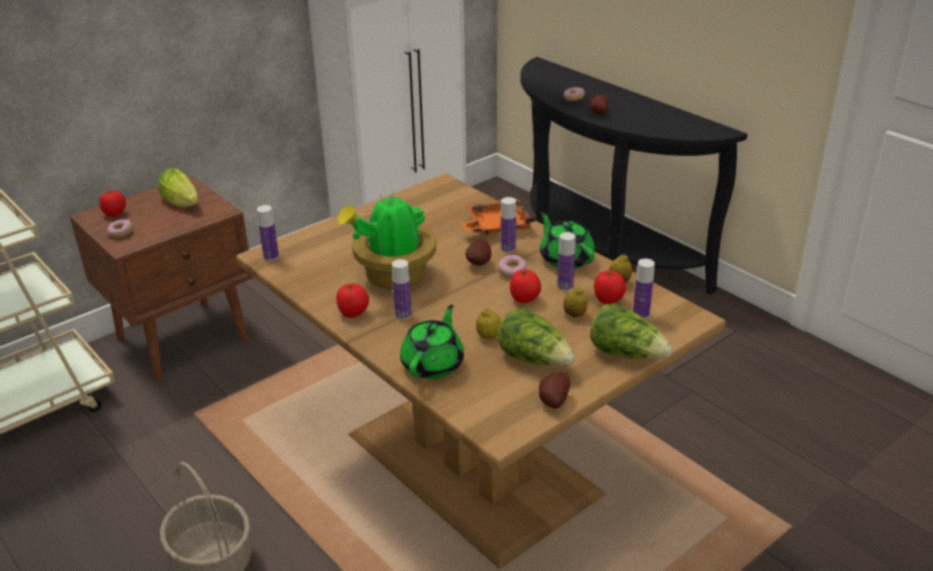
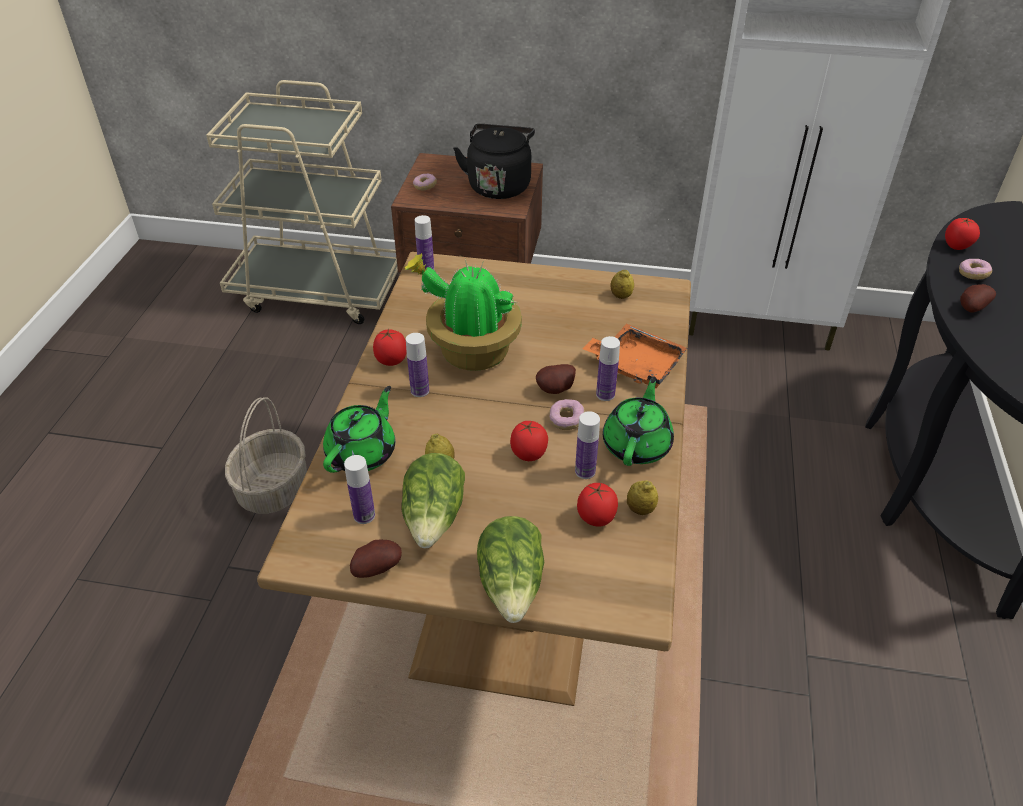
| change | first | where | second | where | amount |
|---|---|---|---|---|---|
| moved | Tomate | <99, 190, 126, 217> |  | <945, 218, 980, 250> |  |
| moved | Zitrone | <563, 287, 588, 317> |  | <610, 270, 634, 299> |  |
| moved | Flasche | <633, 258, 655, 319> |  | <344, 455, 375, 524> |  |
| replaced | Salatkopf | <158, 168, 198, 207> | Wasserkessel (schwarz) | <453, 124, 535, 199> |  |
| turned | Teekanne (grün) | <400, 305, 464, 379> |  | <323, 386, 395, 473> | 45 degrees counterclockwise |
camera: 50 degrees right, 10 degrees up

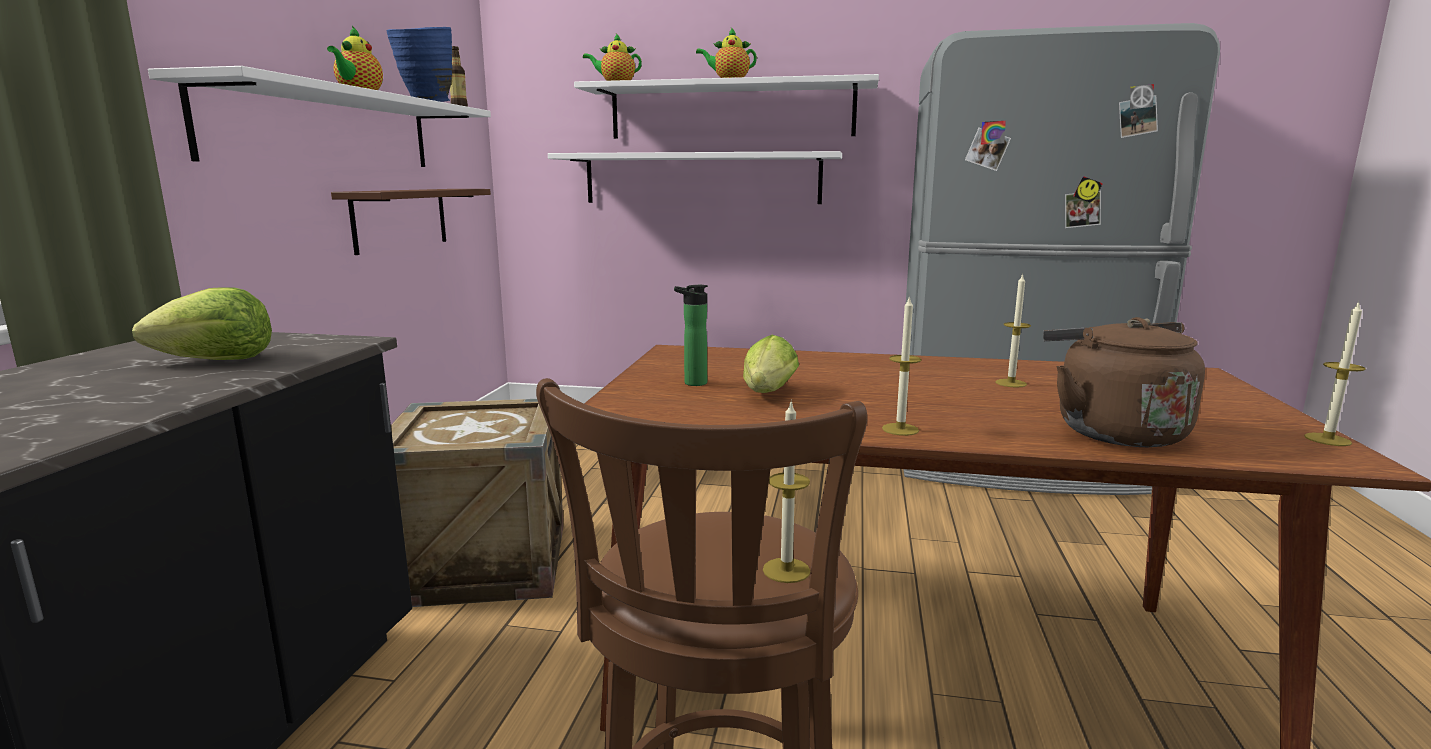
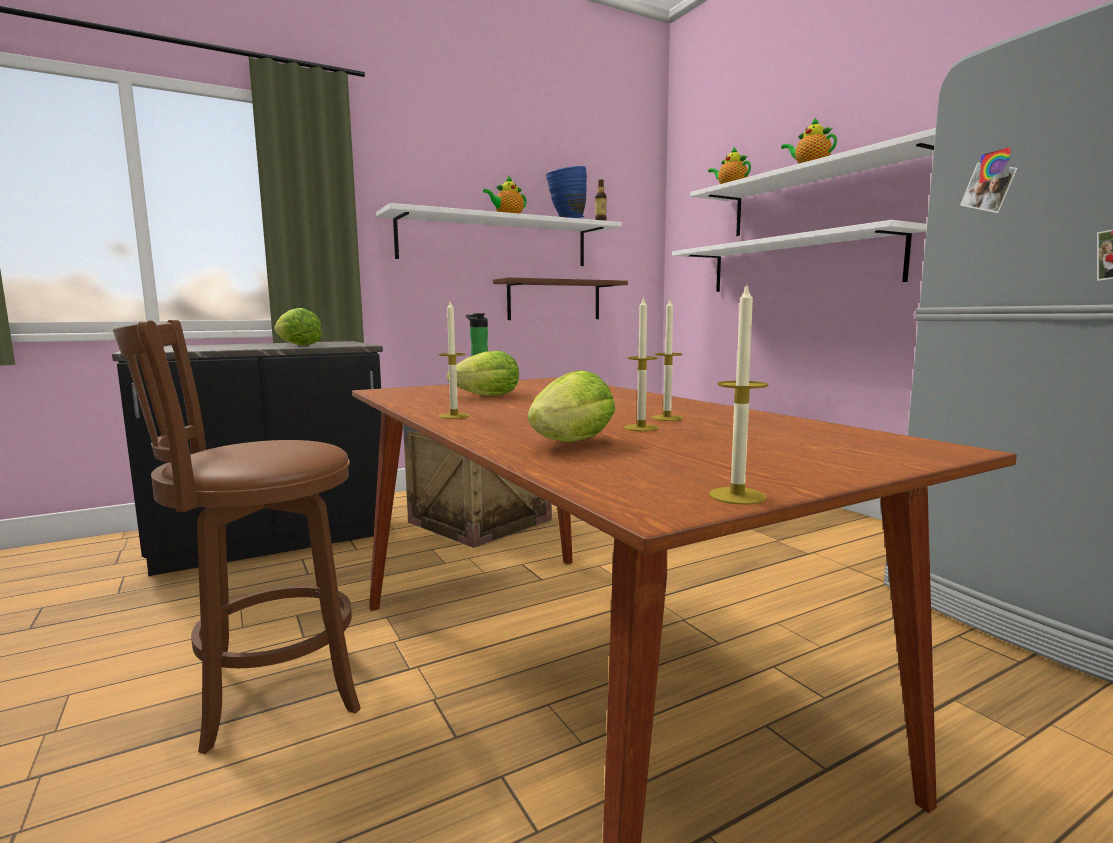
| change | first | where | second | where | amount |
|---|---|---|---|---|---|
| moved | Kerze | <763, 400, 811, 583> |  | <624, 296, 659, 431> |  |
| replaced | Wasserkessel (braun) | <1043, 317, 1205, 447> | Salatkopf | <528, 370, 615, 442> |  |
camera: 50 degrees right, 5 degrees down

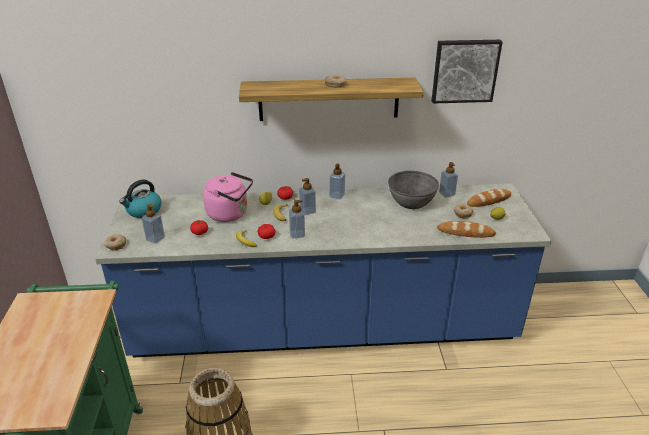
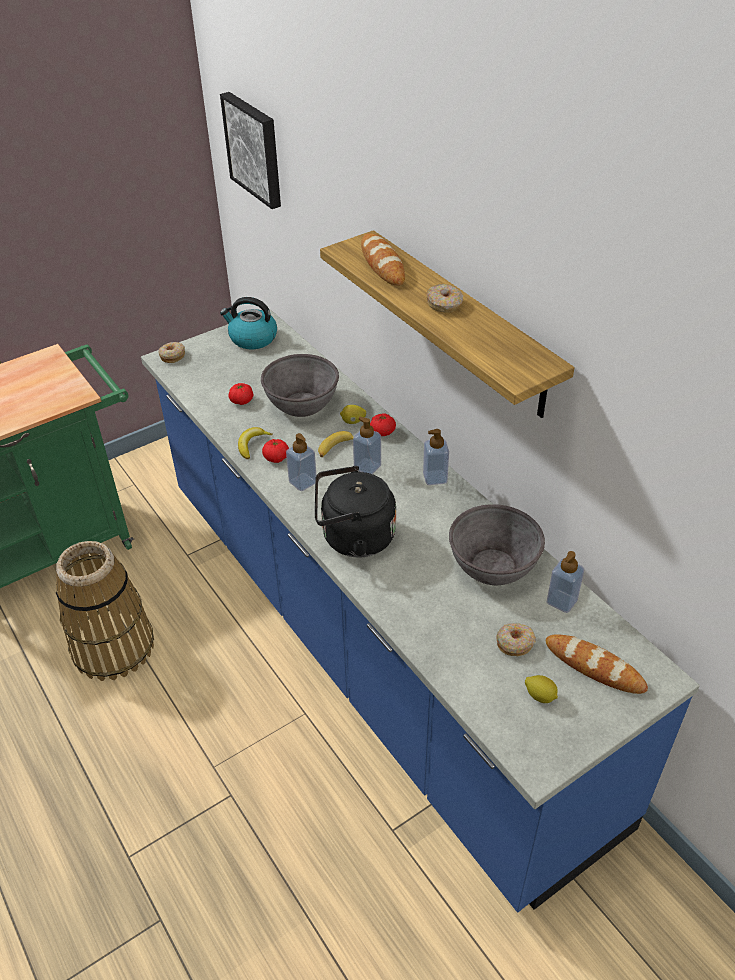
| change | first | where | second | where | amount |
|---|---|---|---|---|---|
| removed | Seifenspender | <142, 204, 165, 244> |  |  |  |
| added |  |  | Wasserkessel (schwarz) | <315, 466, 396, 558> |  |
| moved | Bild | <432, 40, 503, 103> |  | <220, 92, 281, 209> |  |
| moved | Brot | <437, 221, 496, 238> |  | <361, 233, 405, 286> |  |
| replaced | Wasserkessel (rosa) | <203, 172, 253, 222> | Schüssel (grau) | <261, 354, 339, 417> |  |
camera: 60 degrees right, 10 degrees up

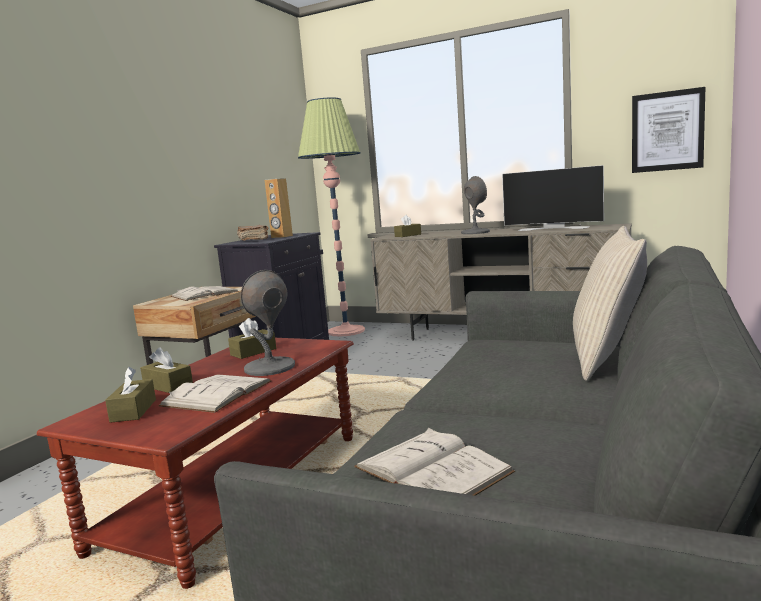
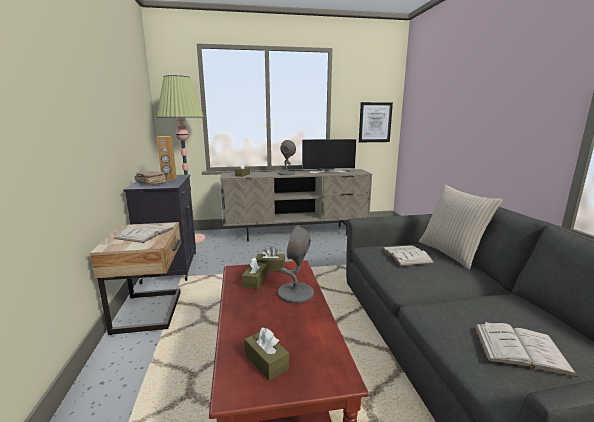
| change | first | where | second | where | amount |
|---|---|---|---|---|---|
| moved | Taschentuchbox (braun) | <140, 347, 193, 393> |  | <256, 246, 285, 271> |  |
| moved | Buch (weiß) | <158, 374, 271, 413> |  | <382, 245, 434, 266> |  |
camera: 35 degrees left, 5 degrees up

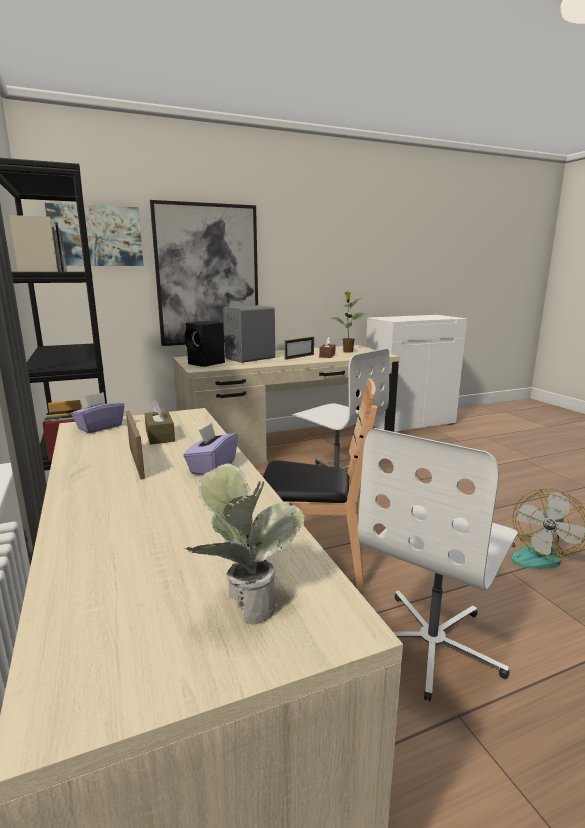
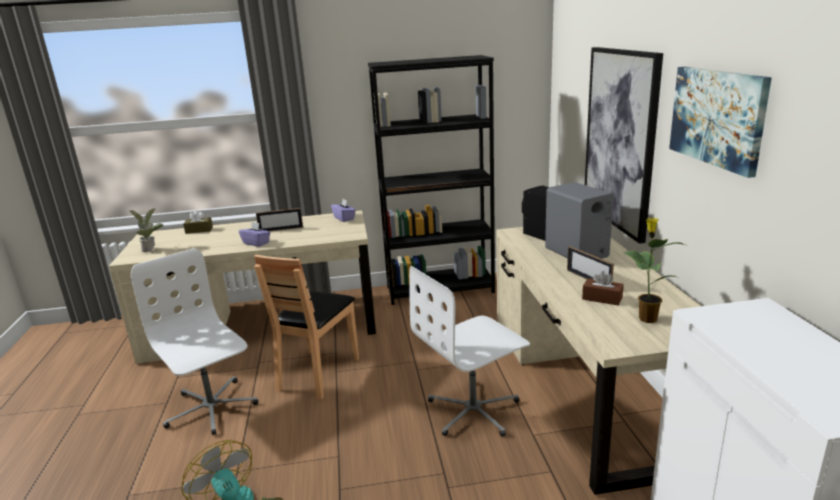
| change | first | where | second | where | amount |
|---|---|---|---|---|---|
| moved | Bild | <45, 203, 144, 266> |  | <669, 67, 772, 178> |  |
| moved | Taschentuchbox (braun) | <144, 400, 175, 445> |  | <183, 210, 213, 234> |  |
camera: 105 degrees right, 5 degrees up

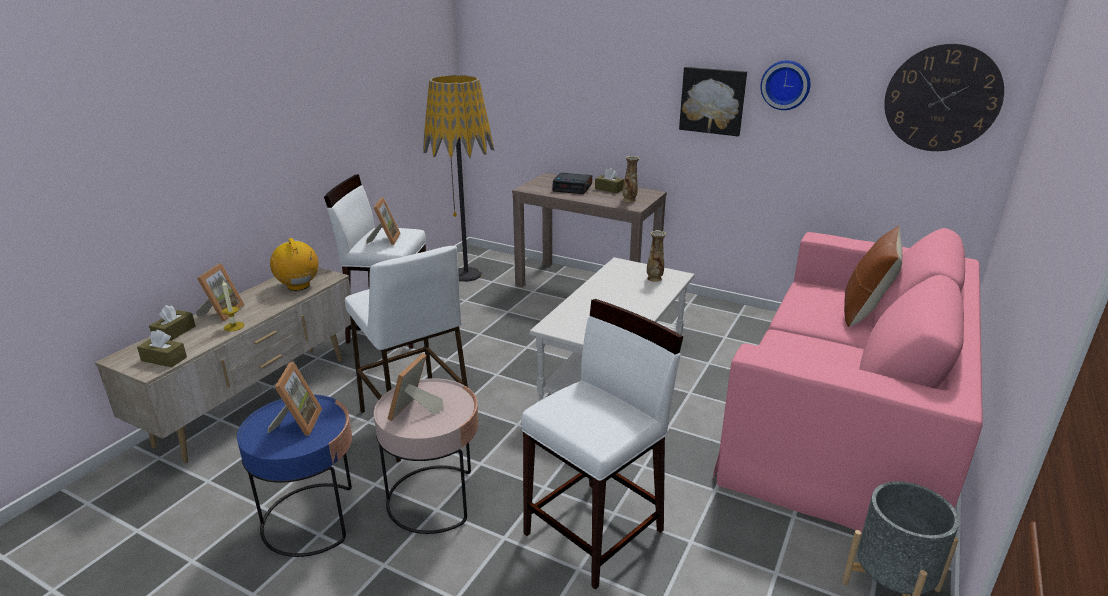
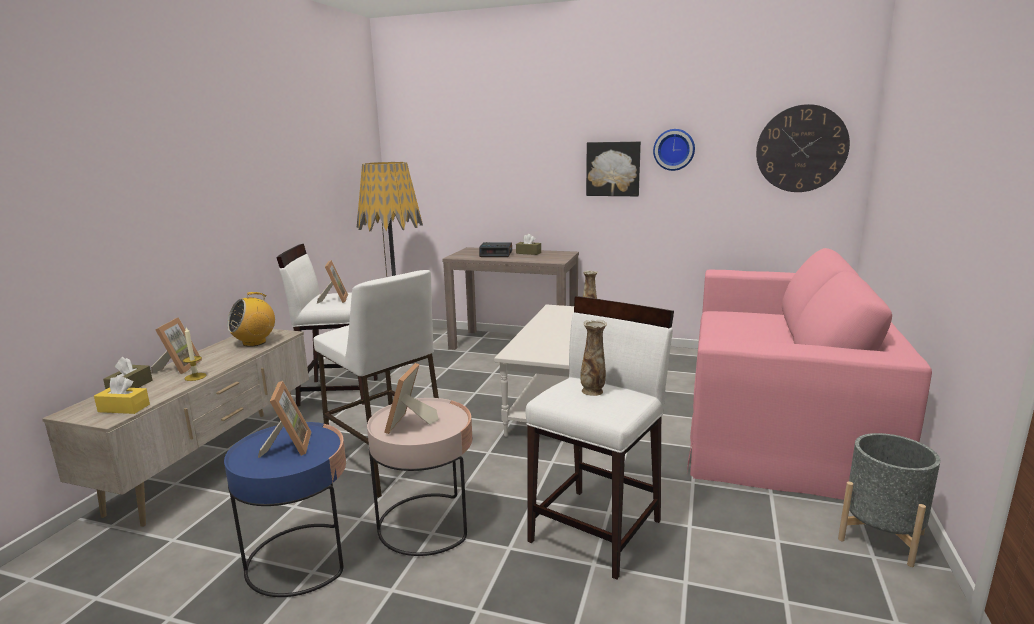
| change | first | where | second | where | amount |
|---|---|---|---|---|---|
| removed | Kissen (braun) | <844, 225, 903, 327> |  |  |  |
| moved | Vase | <622, 156, 640, 202> |  | <580, 320, 607, 396> |  |
| recoloured | Taschentuchbox (braun) | <137, 330, 187, 367> | Taschentuchbox (gelb) | <94, 375, 150, 414> |  |
| turned | Radio | <270, 238, 319, 291> |  | <227, 292, 275, 347> | 90 degrees counterclockwise |
camera: 10 degrees left, 10 degrees down

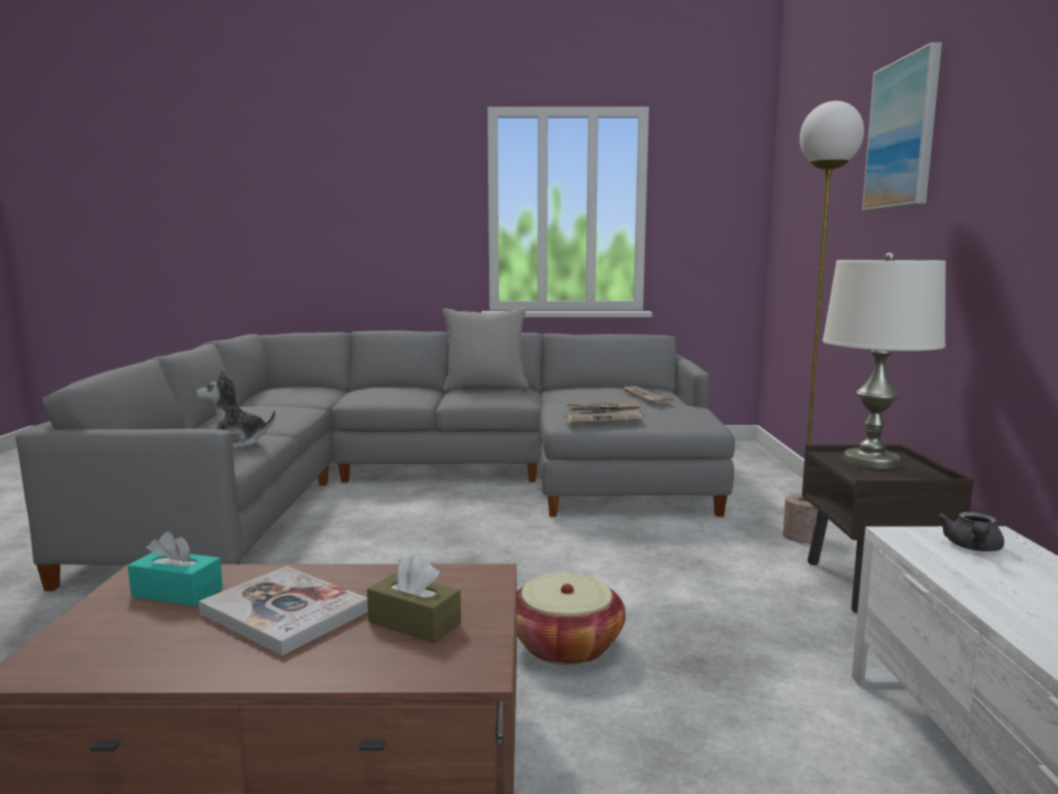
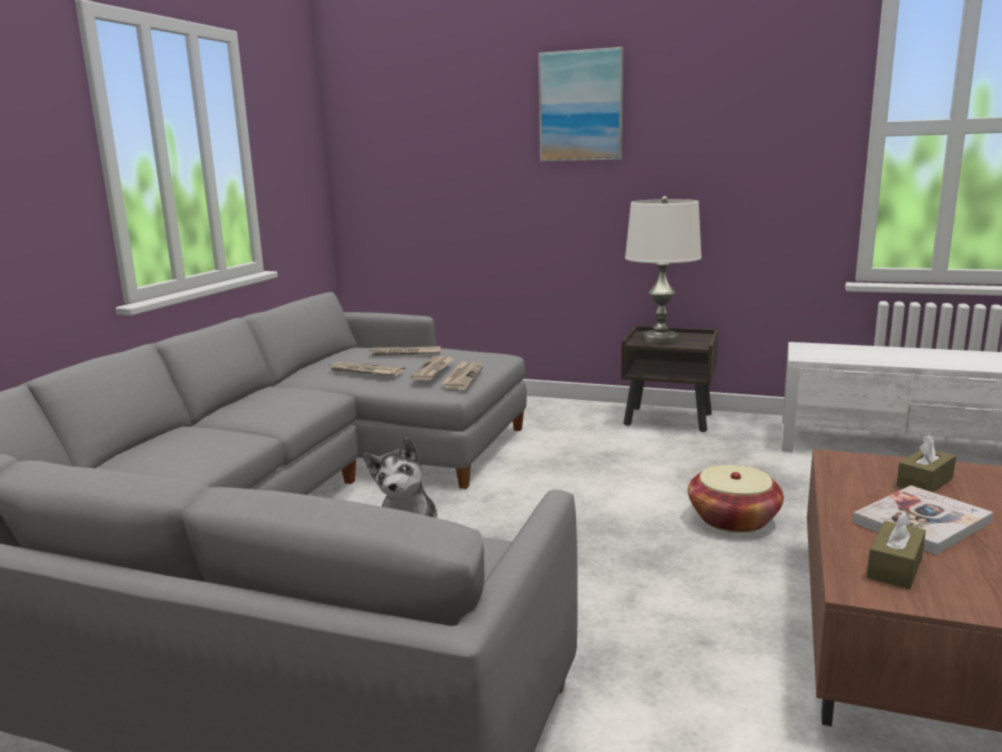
| change | first | where | second | where | amount |
|---|---|---|---|---|---|
| removed | Kissen (grau) | <442, 308, 529, 391> |  |  |  |
| removed | Stehlampe | <783, 101, 864, 543> |  |  |  |
| removed | Teekanne (grau) | <937, 512, 1004, 552> |  |  |  |
| added |  |  | Zeitung | <327, 362, 405, 376> |  |
| recoloured | Taschentuchbox (türkis) | <128, 531, 223, 606> | Taschentuchbox (braun) | <867, 511, 926, 589> |  |
camera: 70 degrees left, 5 degrees up

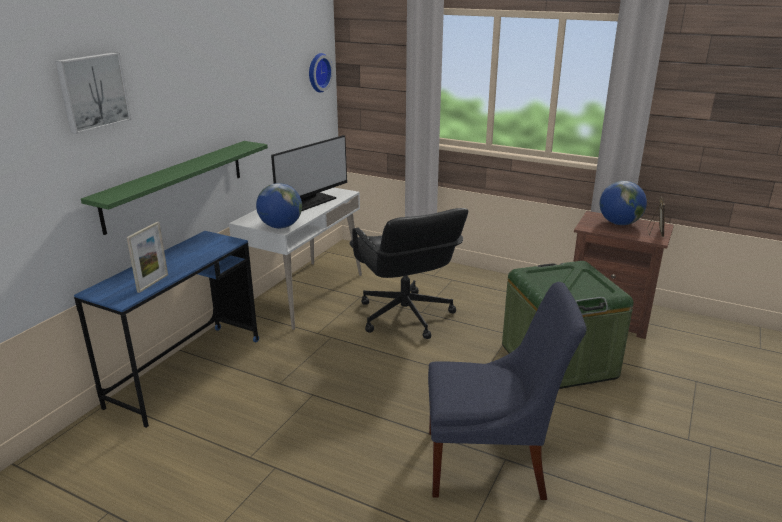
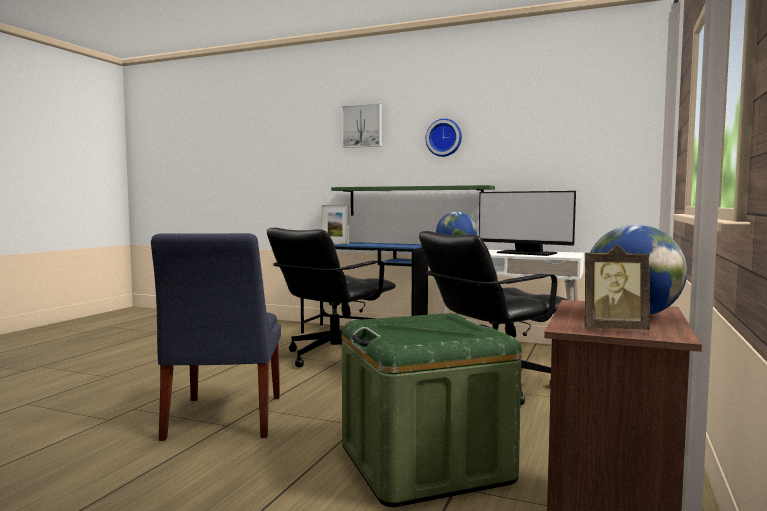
| change | first | where | second | where | amount |
|---|---|---|---|---|---|
| added |  |  | Bürostuhl (schwarz) | <267, 228, 396, 368> |  |
| moved | Wanduhr | <309, 53, 333, 93> |  | <426, 119, 462, 157> |  |
camera: 85 degrees right, 20 degrees down

